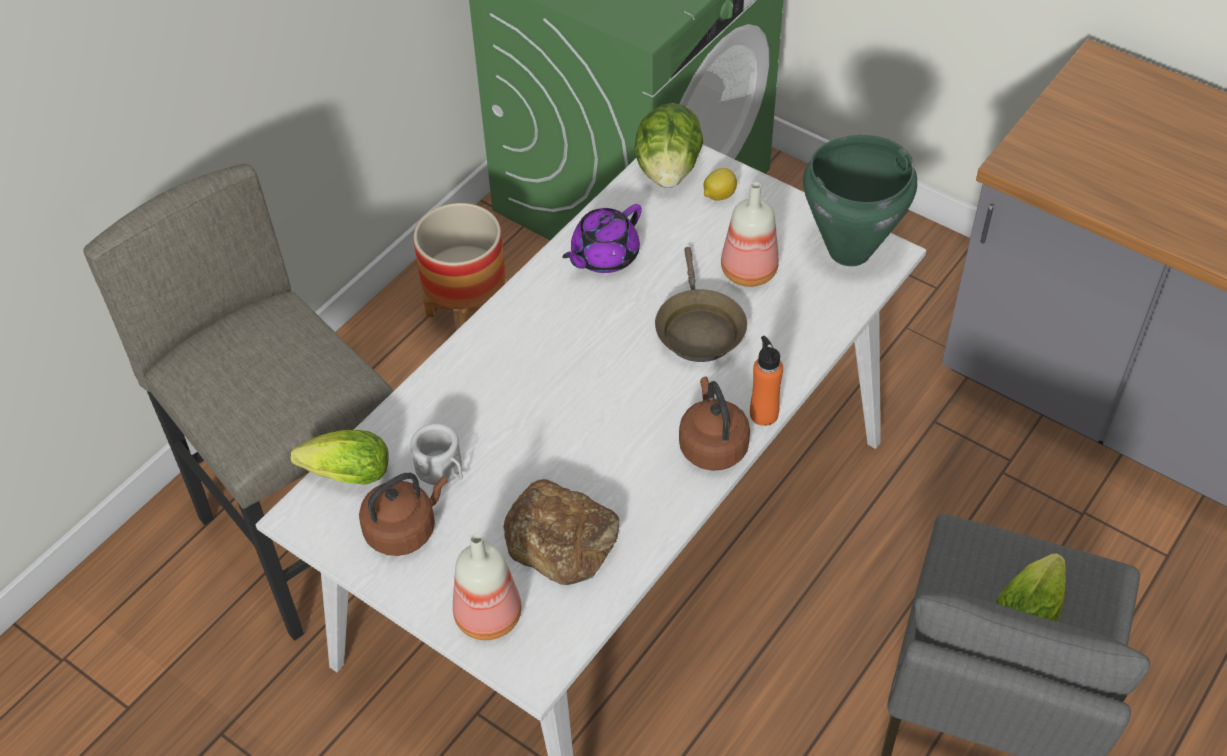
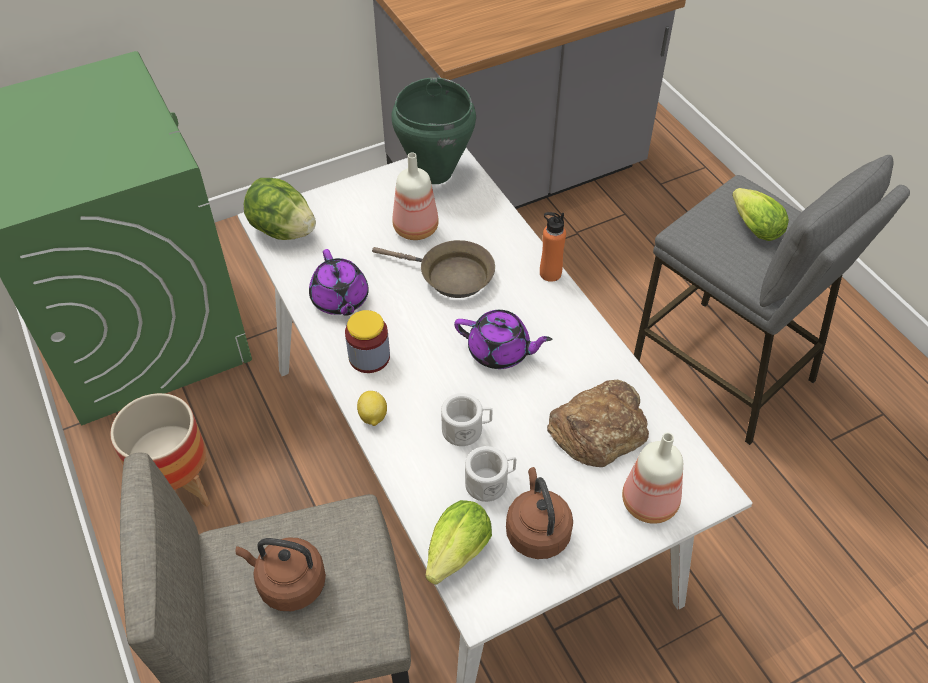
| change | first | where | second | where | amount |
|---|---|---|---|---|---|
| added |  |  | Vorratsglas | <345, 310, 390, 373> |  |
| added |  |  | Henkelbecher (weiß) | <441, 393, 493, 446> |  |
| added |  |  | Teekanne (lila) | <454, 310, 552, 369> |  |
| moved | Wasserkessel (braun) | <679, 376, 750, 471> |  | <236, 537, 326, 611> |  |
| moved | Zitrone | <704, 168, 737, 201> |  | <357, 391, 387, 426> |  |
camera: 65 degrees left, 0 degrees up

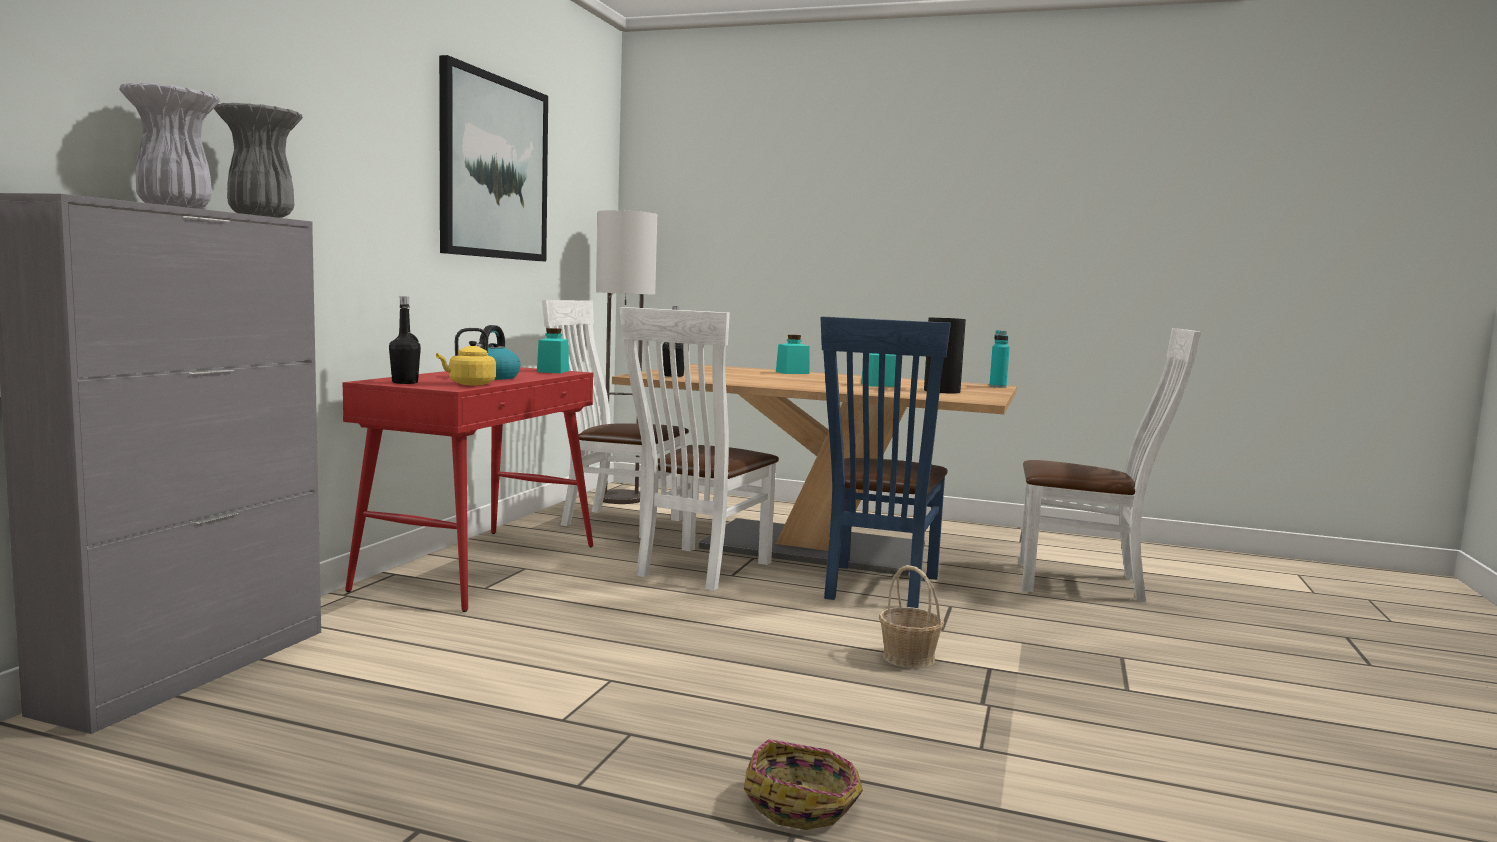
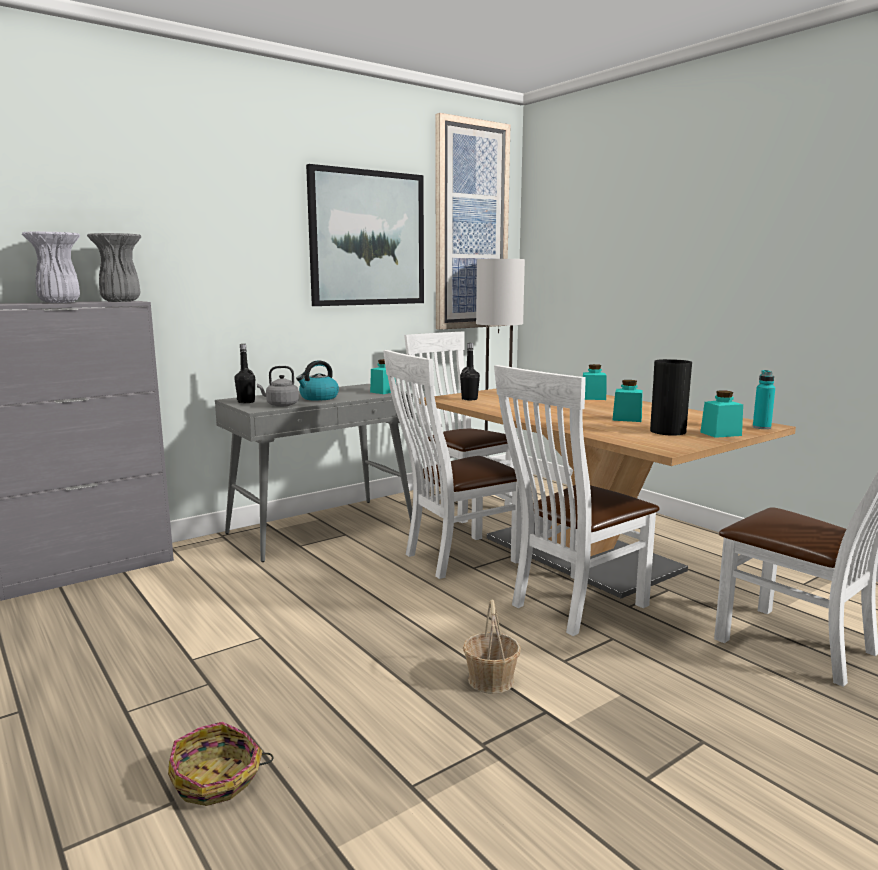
| change | first | where | second | where | amount |
|---|---|---|---|---|---|
| added |  |  | Bild | <436, 113, 510, 330> |  |
| added |  |  | Vorratsglas (türkis) | <700, 390, 743, 438> |  |
| recoloured | Konsolentisch (rot) | <342, 367, 593, 612> | Konsolentisch (grau) | <215, 384, 413, 562> |  |
| recoloured | Wasserkessel (gelb) | <436, 328, 496, 385> | Wasserkessel (grau) | <257, 366, 299, 407> |  |
| recoloured | Stuhl (blau) | <820, 317, 951, 608> | Stuhl (weiß) | <494, 365, 659, 636> |  |
camera: 35 degrees right, 5 degrees up

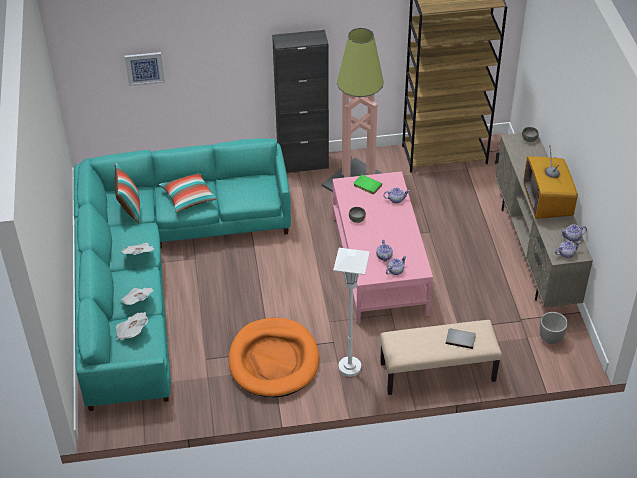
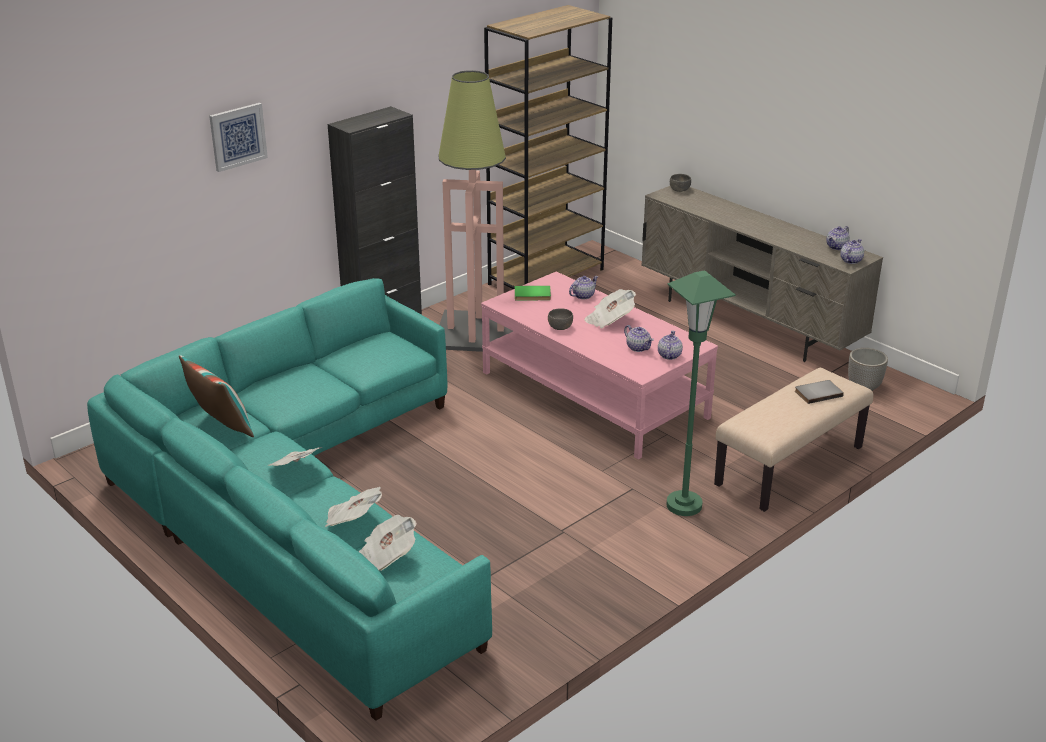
| change | first | where | second | where | amount |
|---|---|---|---|---|---|
| removed | Kissen | <159, 173, 217, 213> |  |  |  |
| removed | Hundebett (orange) | <229, 318, 319, 397> |  |  |  |
| removed | Fernseher | <523, 145, 578, 219> |  |  |  |
| added |  |  | Zeitung | <584, 289, 636, 328> |  |
| moved | Bild | <125, 52, 165, 86> |  | <209, 103, 268, 172> |  |
| recoloured | Stehlampe (weiß) | <333, 248, 370, 377> | Stehlampe (grün) | <667, 270, 736, 516> |  |
camera: 35 degrees left, 15 degrees down

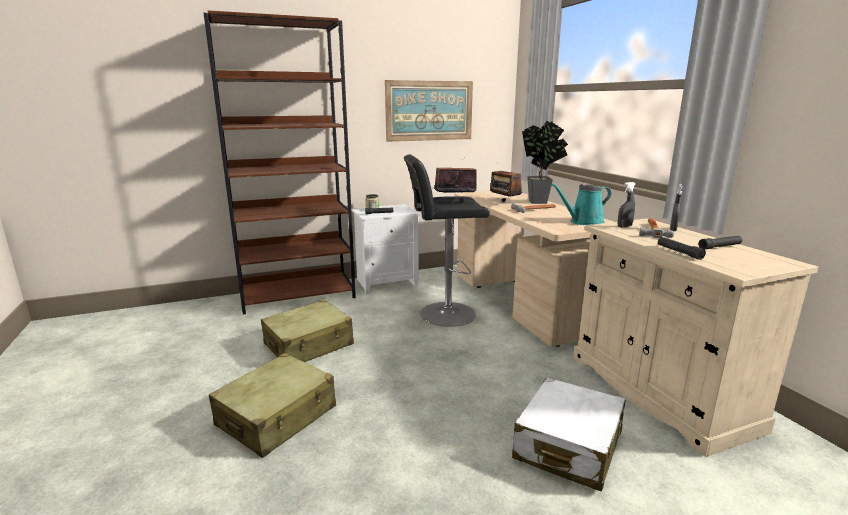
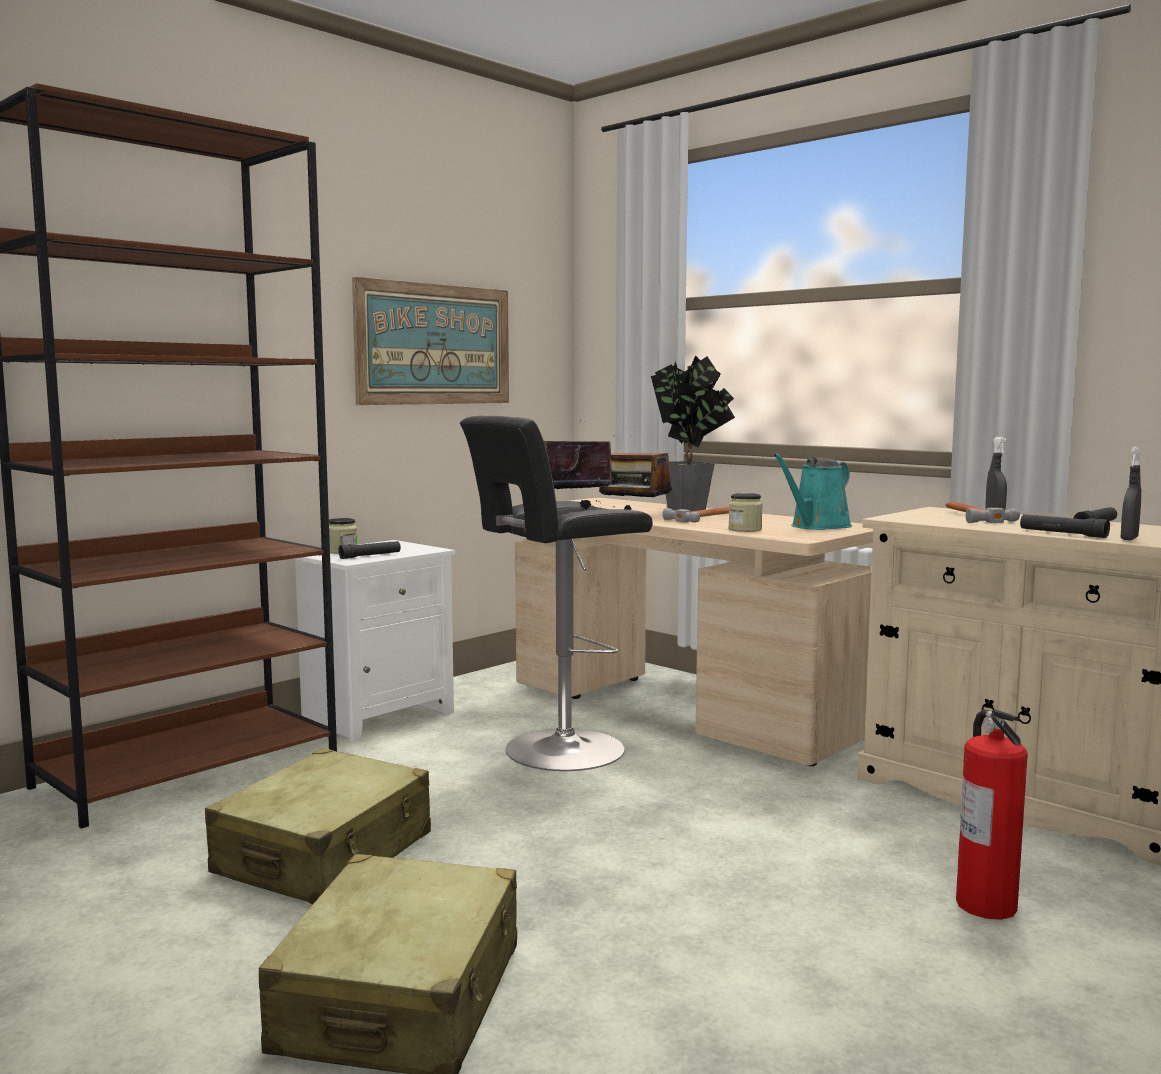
| change | first | where | second | where | amount |
|---|---|---|---|---|---|
| added |  |  | Vorratsglas | <729, 493, 763, 532> |  |
| moved | Sprühflasche (grau) | <618, 182, 636, 228> |  | <1121, 446, 1141, 540> |  |
| replaced | Koffer (weiß) | <512, 377, 626, 491> | Feuerlöscher | <956, 709, 1028, 920> |  |
camera: 25 degrees left, 10 degrees down

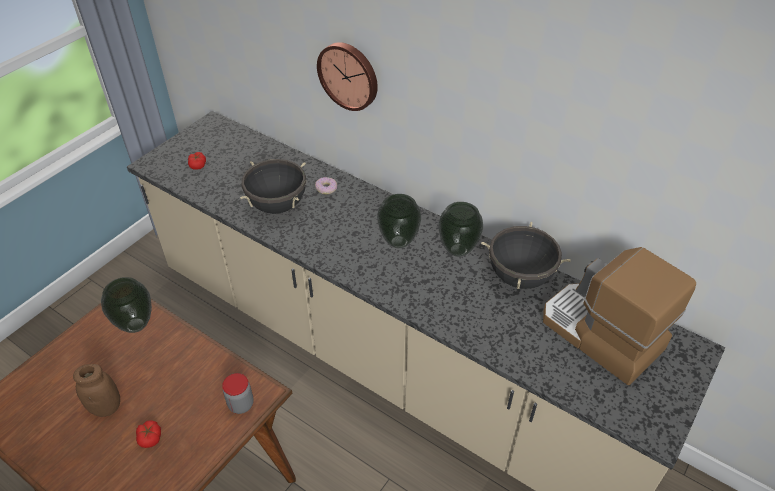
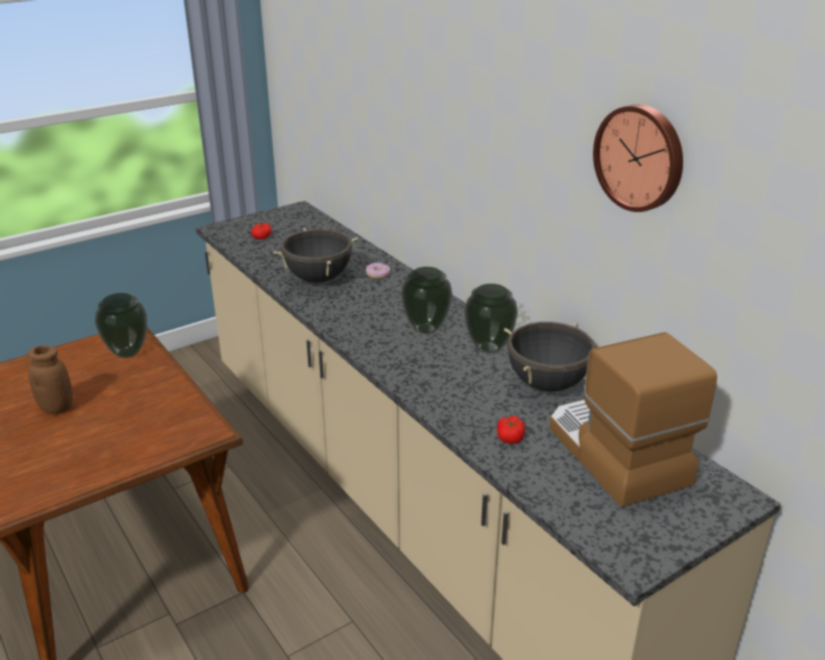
| change | first | where | second | where | amount |
|---|---|---|---|---|---|
| removed | Vorratsglas | <222, 373, 254, 414> |  |  |  |
| moved | Tomate | <136, 420, 161, 448> |  | <497, 416, 525, 444> |  |
| moved | Wanduhr | <317, 42, 378, 111> |  | <593, 104, 683, 212> |  |
camera: 20 degrees right, 15 degrees down

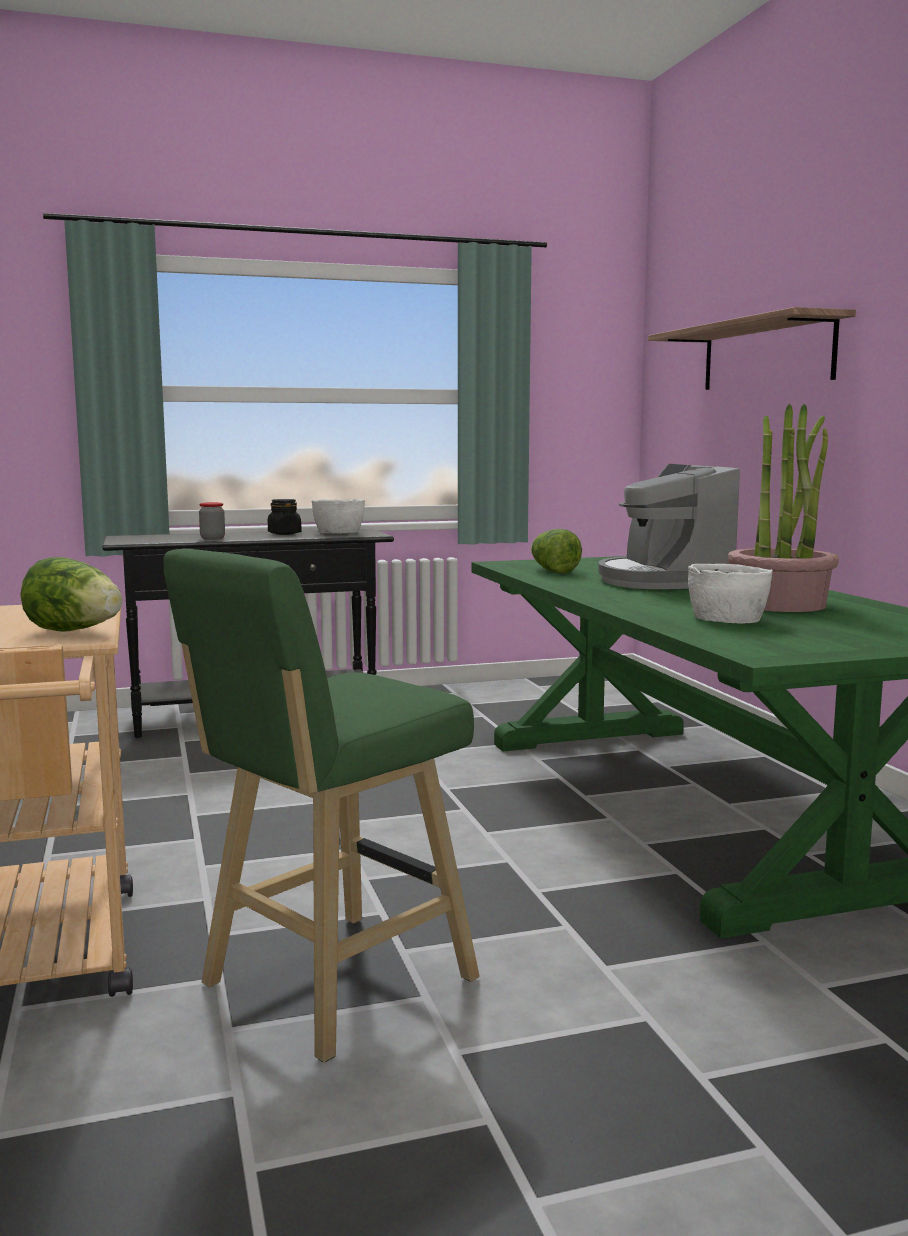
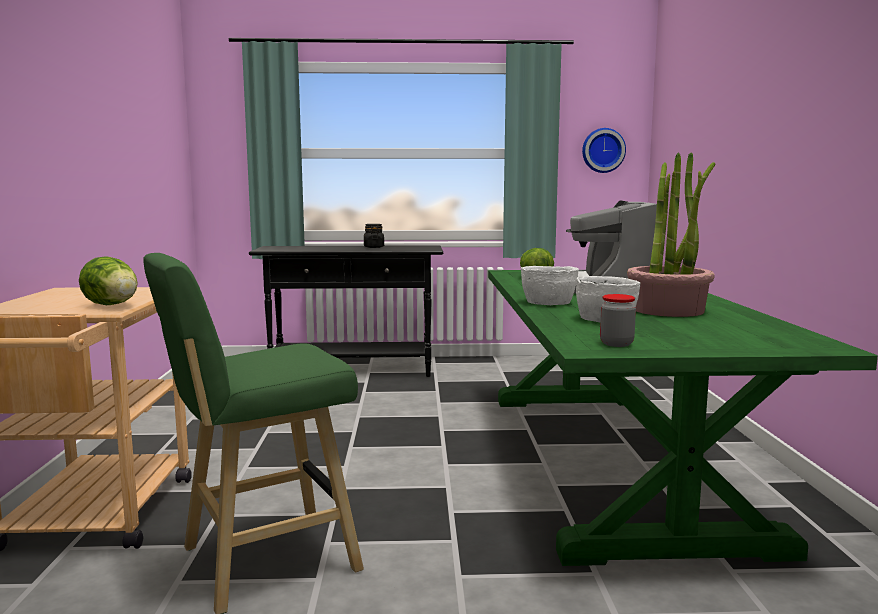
| change | first | where | second | where | amount |
|---|---|---|---|---|---|
| removed | Wandregal | <648, 307, 856, 390> |  |  |  |
| added |  |  | Wanduhr | <582, 128, 626, 173> |  |
| moved | Vorratsglas | <199, 502, 225, 540> |  | <600, 294, 636, 347> |  |
| moved | Schüssel (weiß) | <312, 499, 365, 533> |  | <521, 266, 579, 305> |  |
camera: 15 degrees right, 0 degrees up

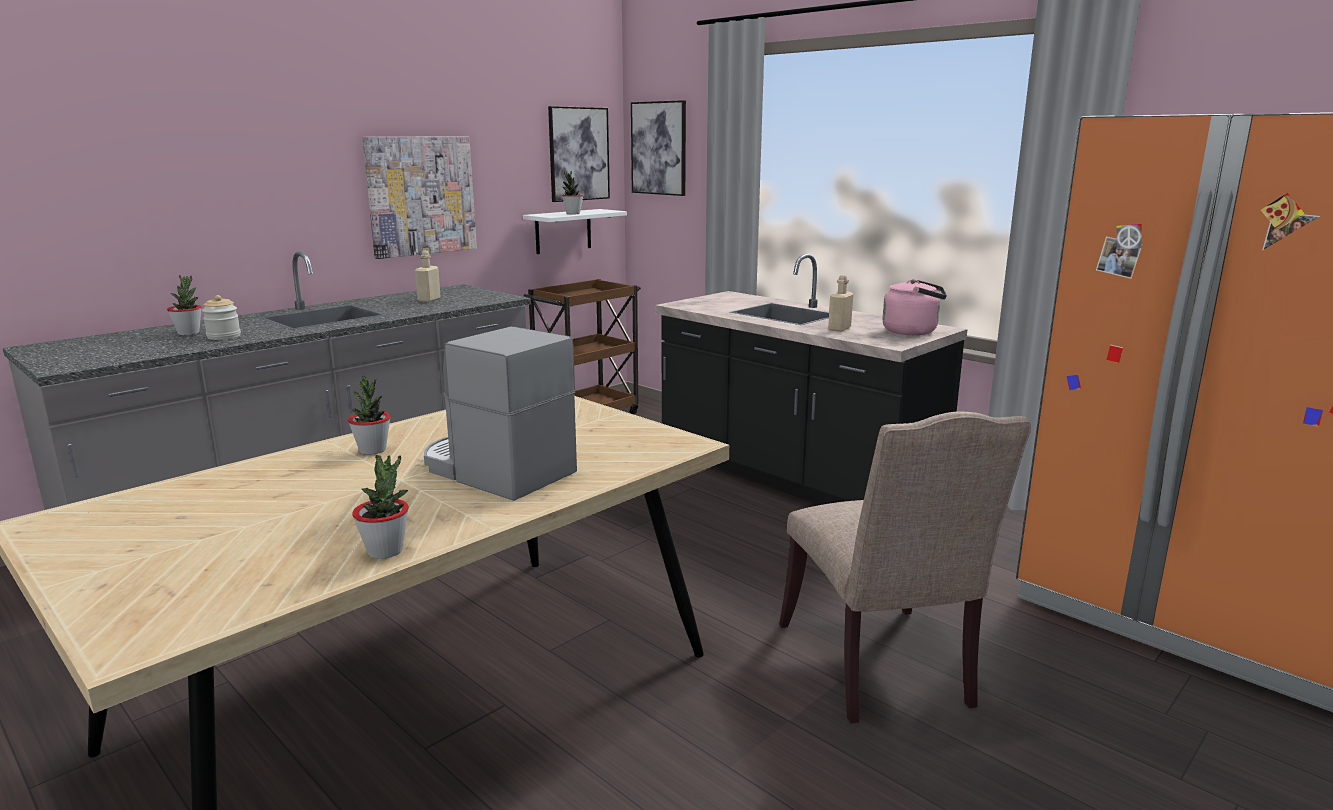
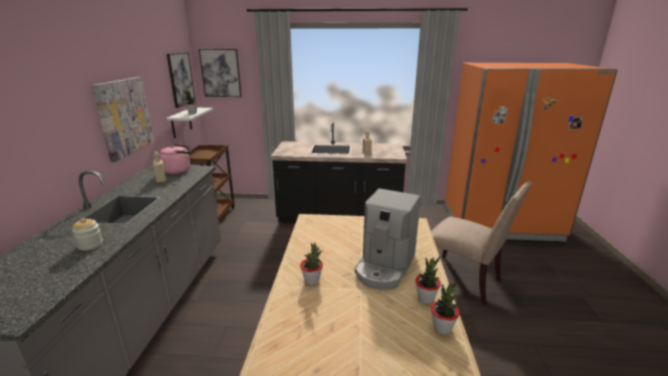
| change | first | where | second | where | amount |
|---|---|---|---|---|---|
| moved | Topfpflanze | <167, 275, 201, 335> |  | <415, 256, 441, 304> |  |
| moved | Wasserkessel (rosa) | <882, 279, 947, 335> |  | <159, 144, 191, 174> |  |
| turned | Kaffeemaschine | <424, 327, 577, 501> |  | <355, 188, 420, 290> | 60 degrees counterclockwise |
camera: 40 degrees left, 5 degrees up

